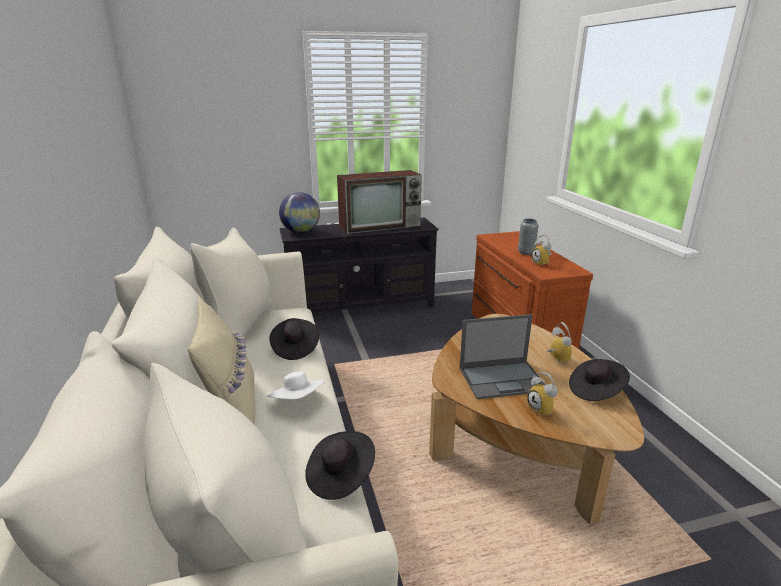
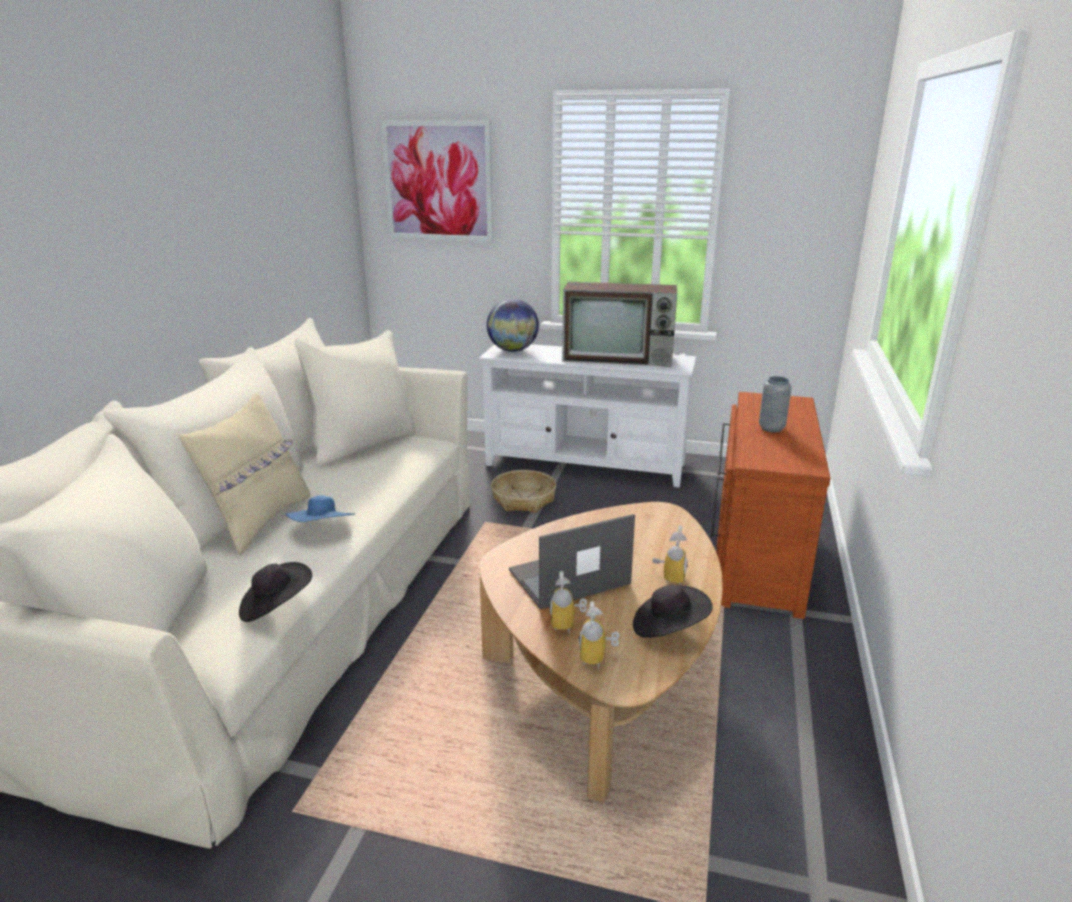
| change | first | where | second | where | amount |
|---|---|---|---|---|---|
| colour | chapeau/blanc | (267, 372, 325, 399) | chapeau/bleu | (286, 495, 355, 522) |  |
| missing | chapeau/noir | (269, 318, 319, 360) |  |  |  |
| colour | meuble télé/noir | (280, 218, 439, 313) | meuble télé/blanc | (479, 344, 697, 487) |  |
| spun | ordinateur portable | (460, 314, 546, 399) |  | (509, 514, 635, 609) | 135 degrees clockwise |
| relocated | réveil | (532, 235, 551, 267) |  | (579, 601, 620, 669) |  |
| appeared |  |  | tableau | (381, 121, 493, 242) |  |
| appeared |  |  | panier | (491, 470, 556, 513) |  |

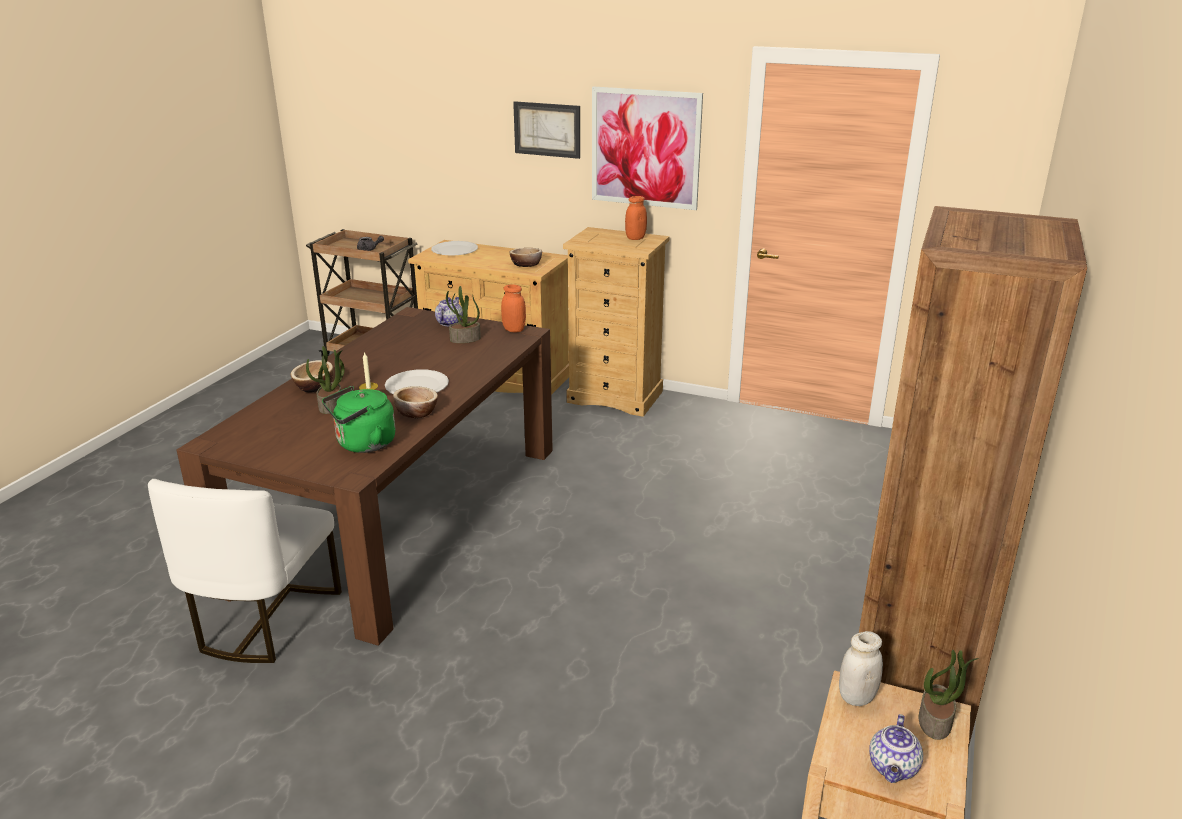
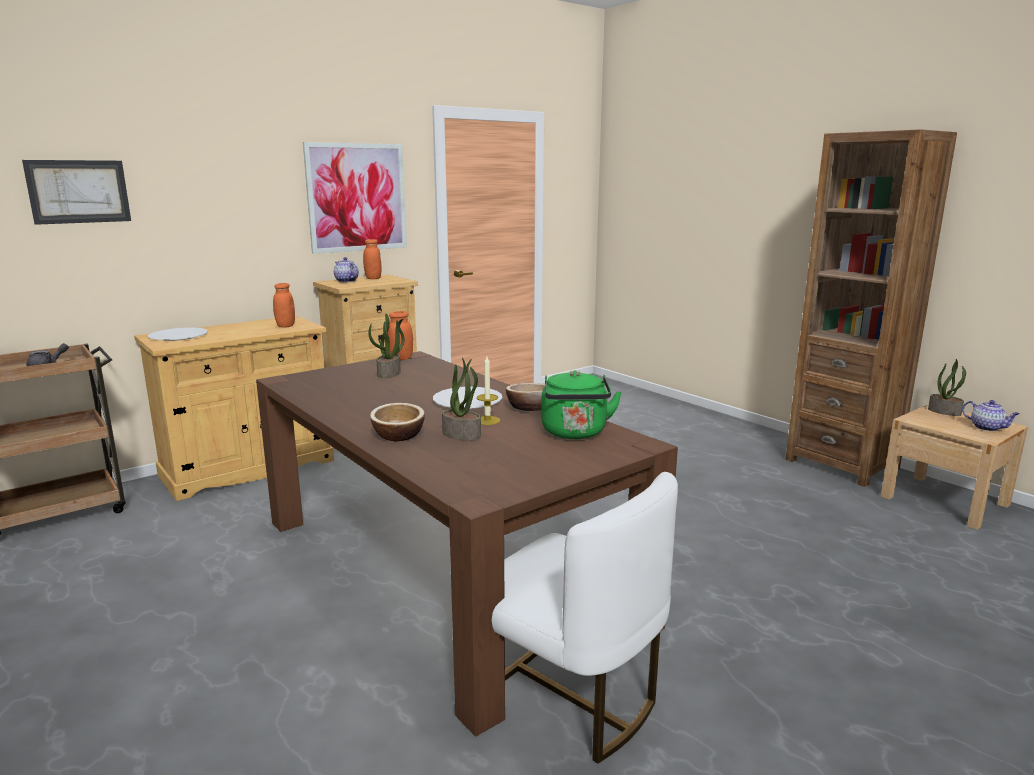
| change | first | where | second | where | amount |
|---|---|---|---|---|---|
| relocated | théière | (435, 297, 463, 326) |  | (334, 257, 359, 282) |  |
| exchanged | bol | (510, 248, 542, 267) | bocal/orange | (273, 283, 295, 328) |  |
| relocated | tableau | (513, 101, 580, 159) |  | (22, 160, 131, 225) |  |
| missing | bocal/blanc | (839, 631, 883, 706) |  |  |  |

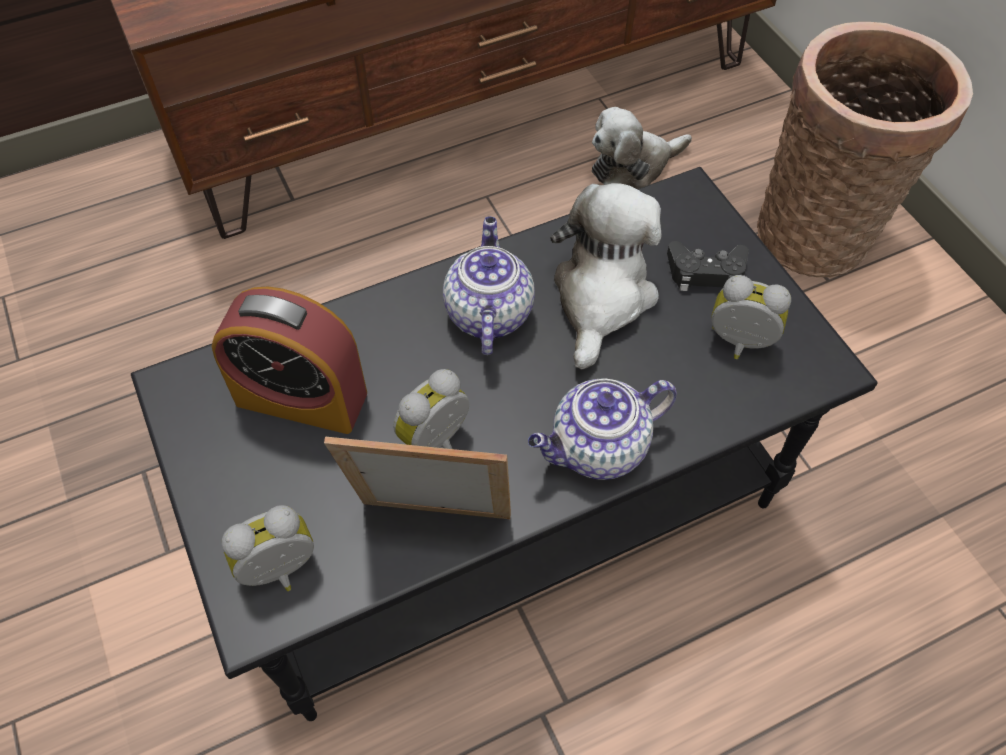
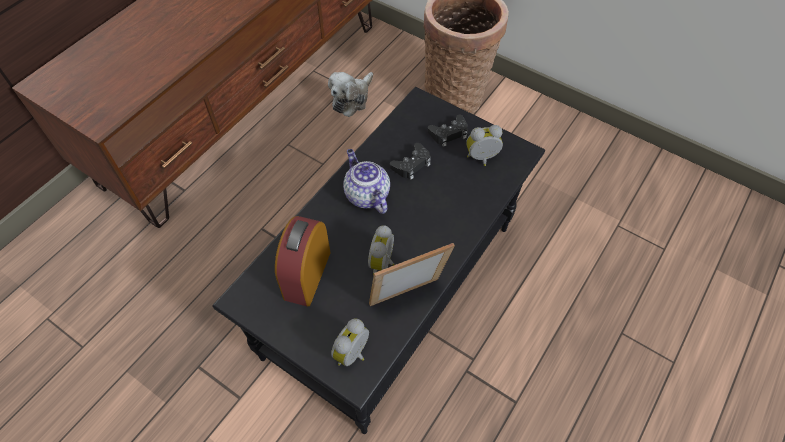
| change | first | where | second | where | amount |
|---|---|---|---|---|---|
| spun | réveil | (211, 287, 367, 434) |  | (275, 216, 330, 306) | 120 degrees clockwise |
| missing | théière | (528, 378, 677, 480) |  |  |  |
| exchanged | peluche | (550, 183, 661, 369) | manette/noir | (390, 143, 431, 180) |  |

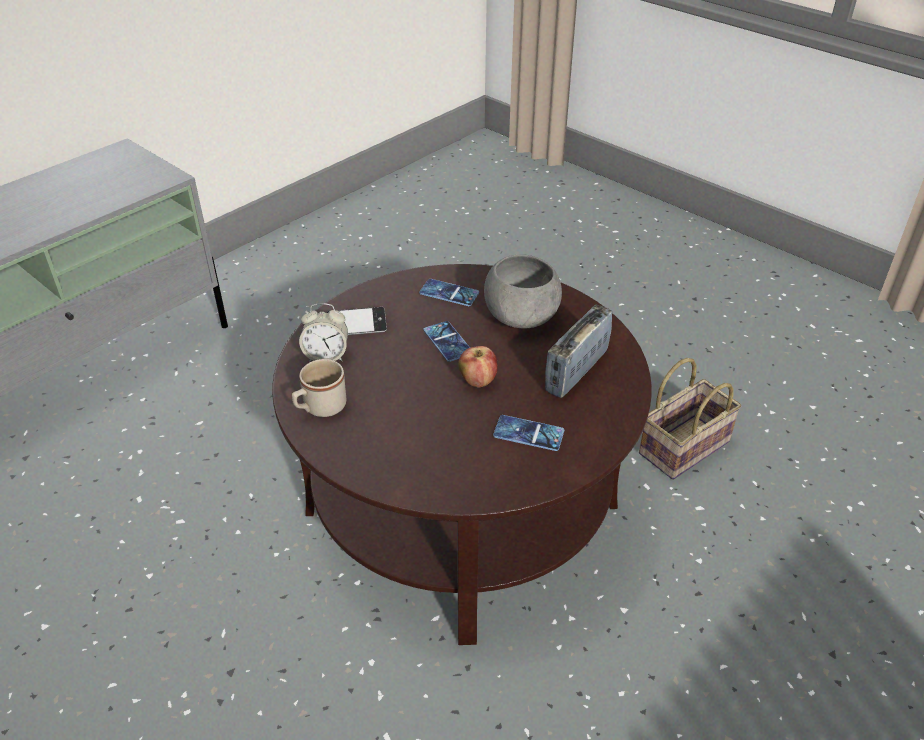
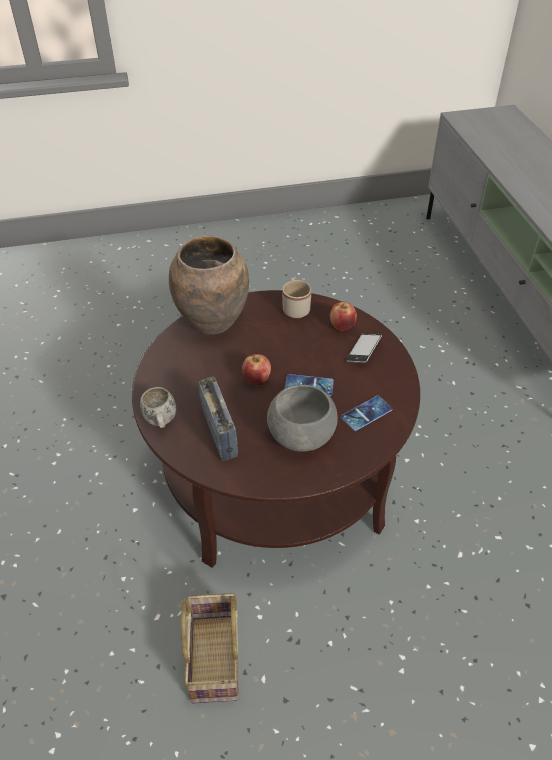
| change | first | where | second | where | amount |
|---|---|---|---|---|---|
| exchanged | réveil | (299, 303, 348, 362) | pomme | (330, 302, 357, 331) |  |
| missing | téléphone | (493, 415, 564, 451) |  |  |  |
| appeared |  |  | mug/blanc | (140, 387, 176, 428) |  |
| appeared |  |  | vase/marron | (169, 235, 249, 335) |  |

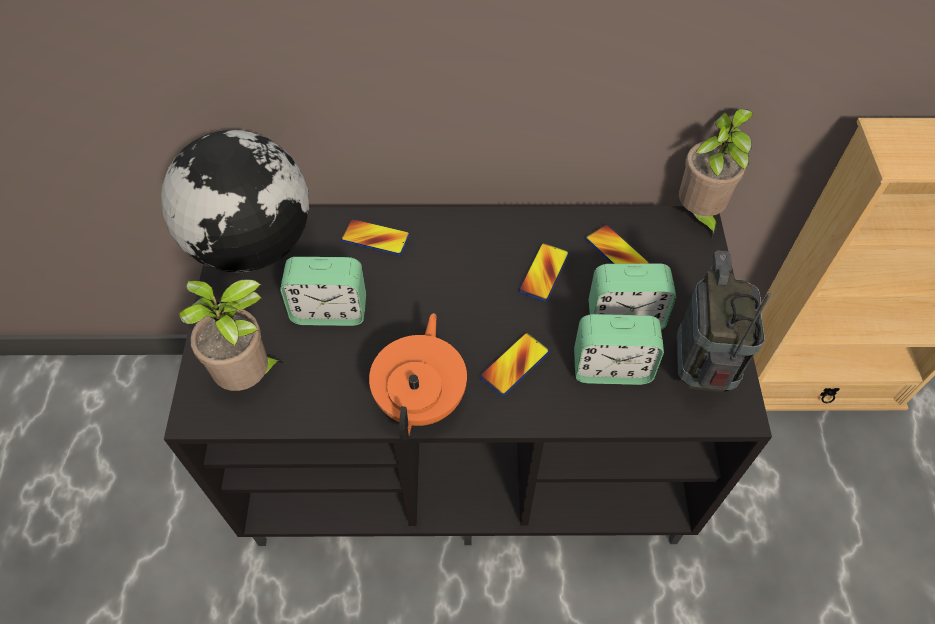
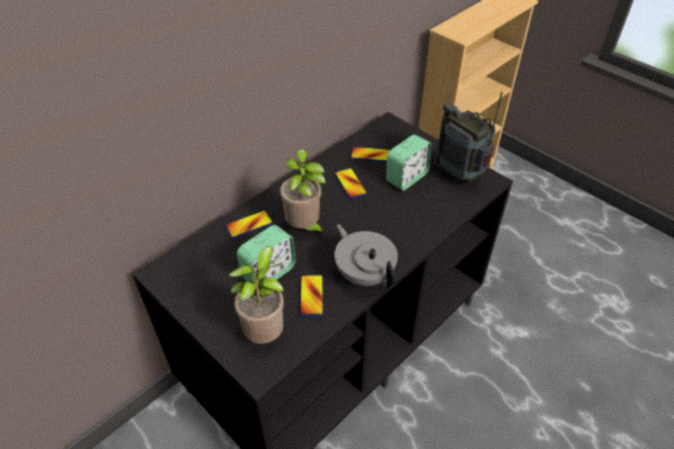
| change | first | where | second | where | amount |
|---|---|---|---|---|---|
| missing | globe | (161, 130, 309, 272) |  |  |  |
| colour | théière/orange | (369, 313, 467, 440) | théière/gris | (334, 224, 398, 288) |  |
| relocated | téléphone | (480, 333, 549, 396) |  | (300, 275, 323, 316) |  |
| missing | réveil | (574, 314, 664, 385) |  |  |  |
| relocated | plante en pot | (679, 109, 754, 239) |  | (280, 149, 325, 235) |  |

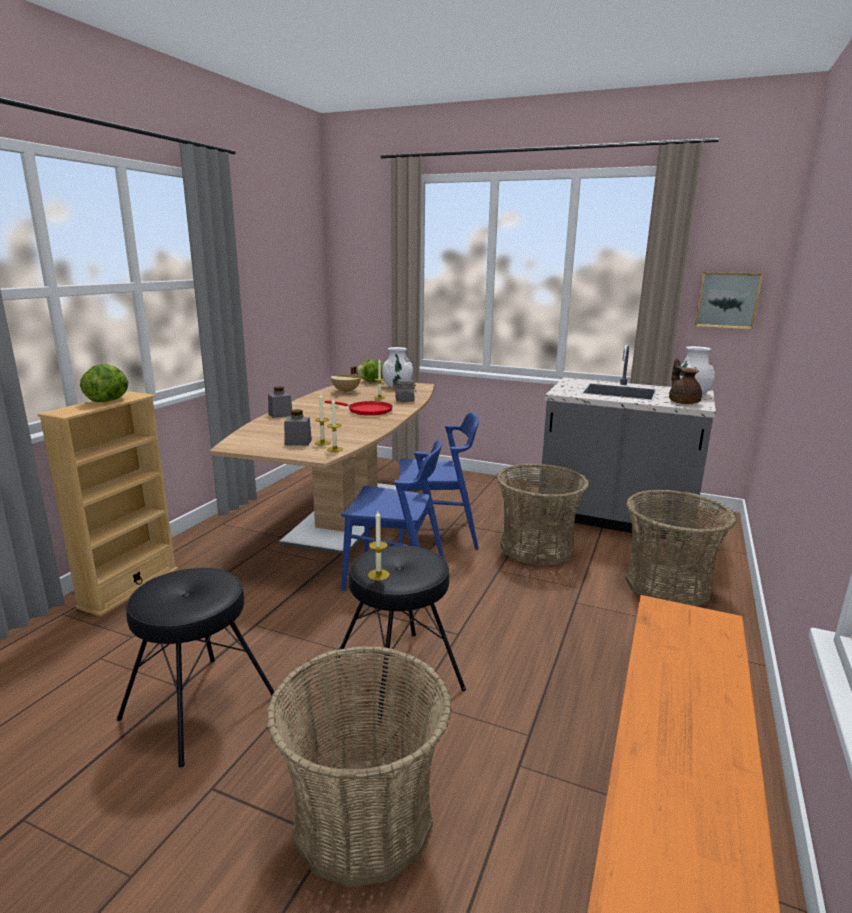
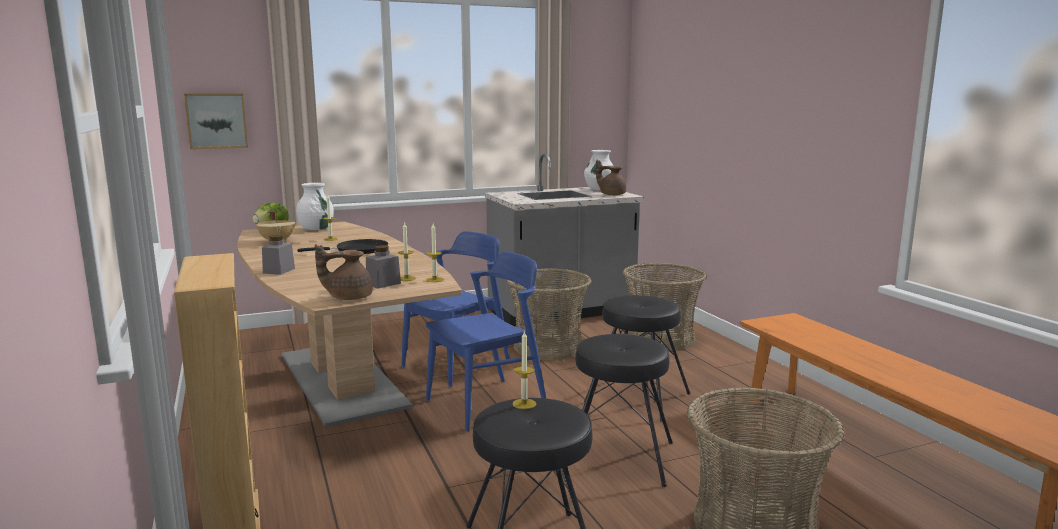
| change | first | where | second | where | amount |
|---|---|---|---|---|---|
| missing | laitue | (80, 364, 128, 402) |  |  |  |
| colour | poêle/rouge | (324, 400, 393, 416) | poêle/noir | (297, 239, 388, 254) |  |
| relocated | bougie | (368, 511, 390, 581) |  | (513, 331, 536, 409) |  |
| missing | bocal/gris | (393, 379, 416, 402) |  |  |  |
| relocated | tableau | (695, 272, 763, 329) |  | (184, 94, 248, 149) |  |
| appeared |  |  | théière/marron | (315, 244, 373, 300) |  |
| appeared |  |  | tabouret/noir | (584, 295, 690, 422) |  |

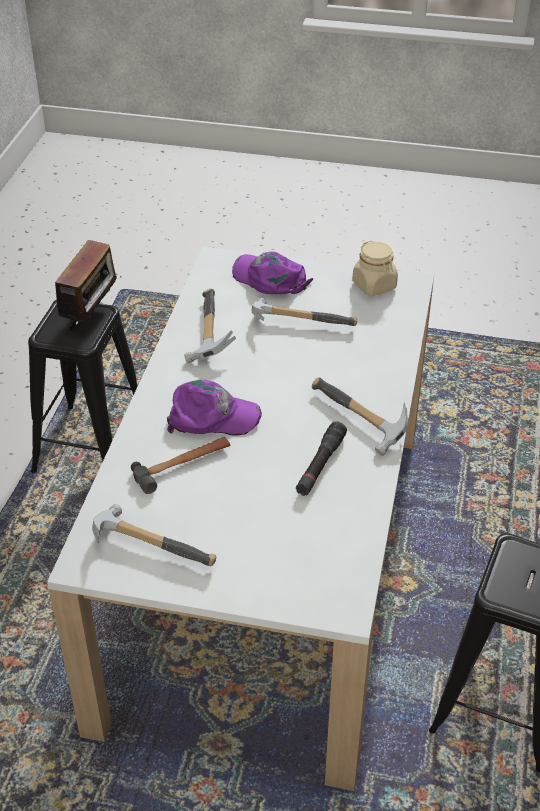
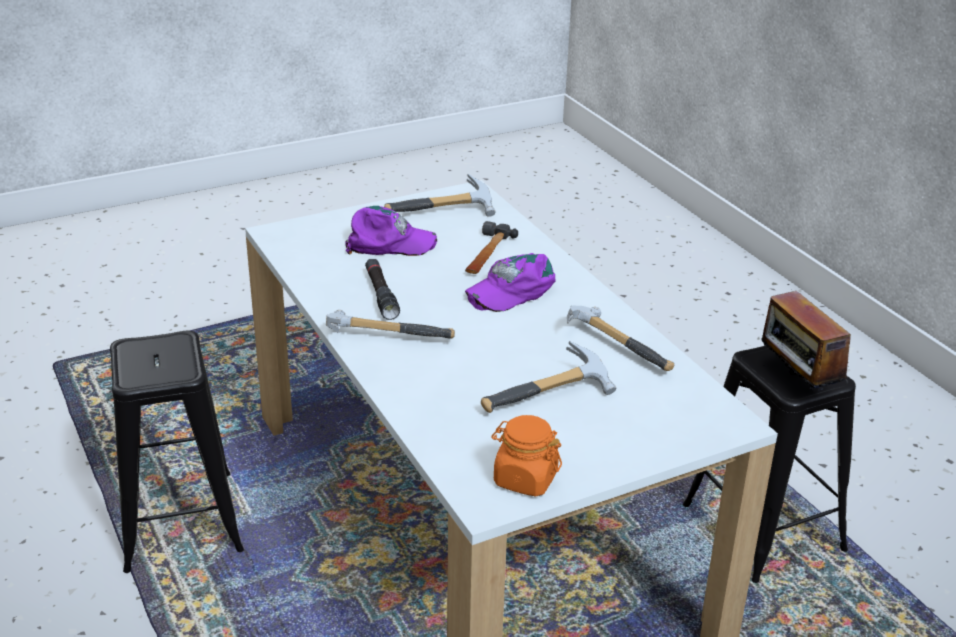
| change | first | where | second | where | amount |
|---|---|---|---|---|---|
| relocated | casquette/violet | (232, 251, 313, 294) |  | (345, 206, 437, 256) |  |
| colour | bocal/beige | (352, 240, 398, 296) | bocal/orange | (491, 415, 562, 497) |  |

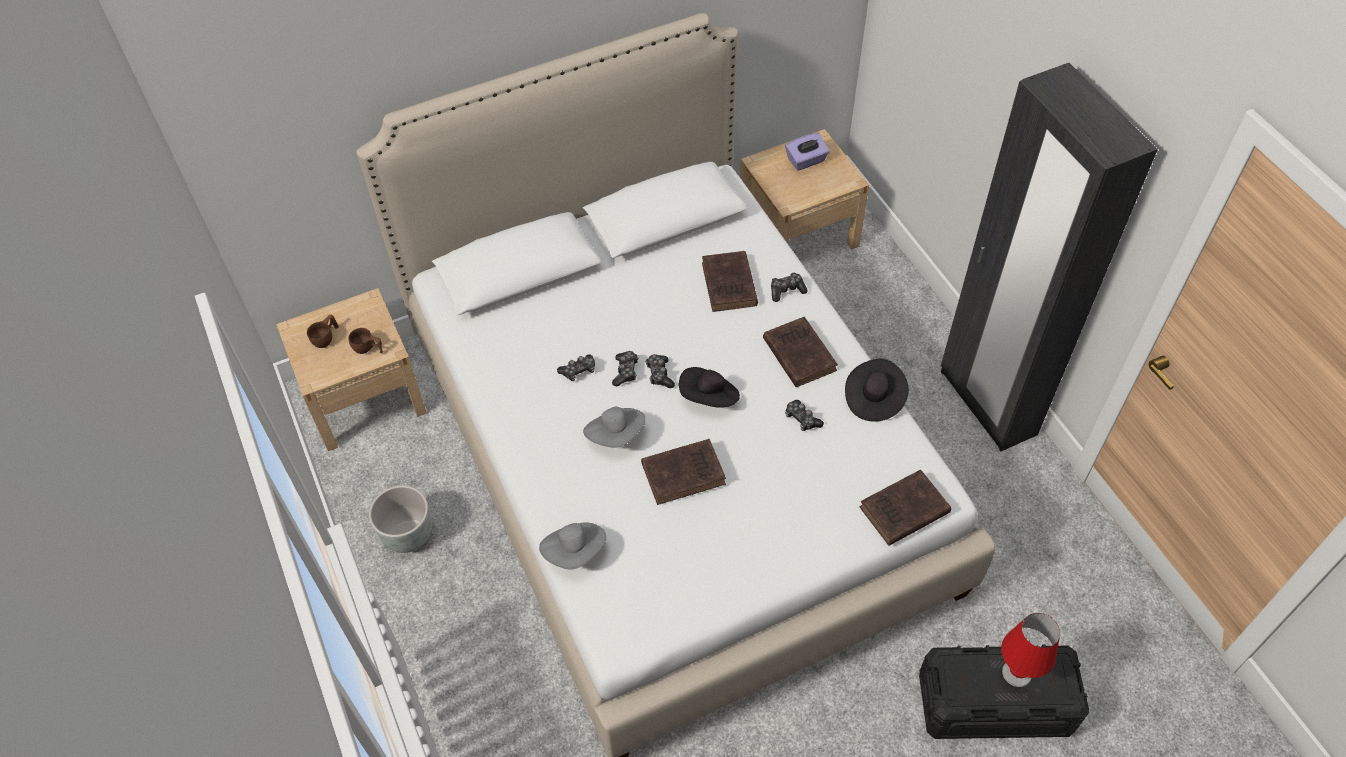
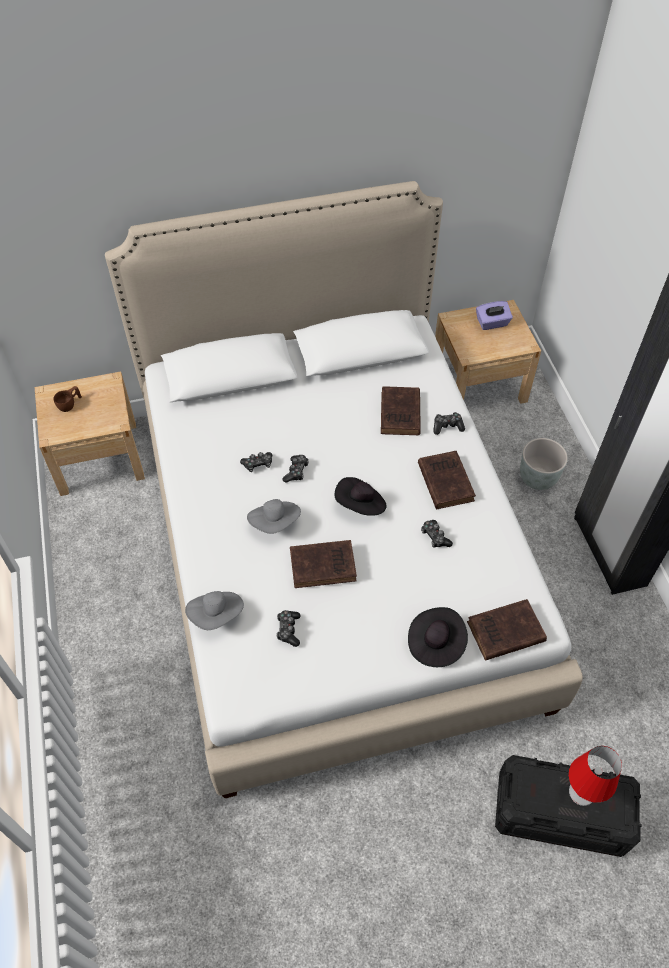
| change | first | where | second | where | amount |
|---|---|---|---|---|---|
| missing | tasse/marron | (348, 328, 383, 354) |  |  |  |
| relocated | cache-pot/gris | (369, 485, 432, 553) |  | (520, 438, 568, 490) |  |
| relocated | manette | (646, 354, 675, 388) |  | (276, 610, 300, 647) |  |
| relocated | chapeau/noir | (845, 358, 909, 422) |  | (408, 607, 468, 667) |  |

